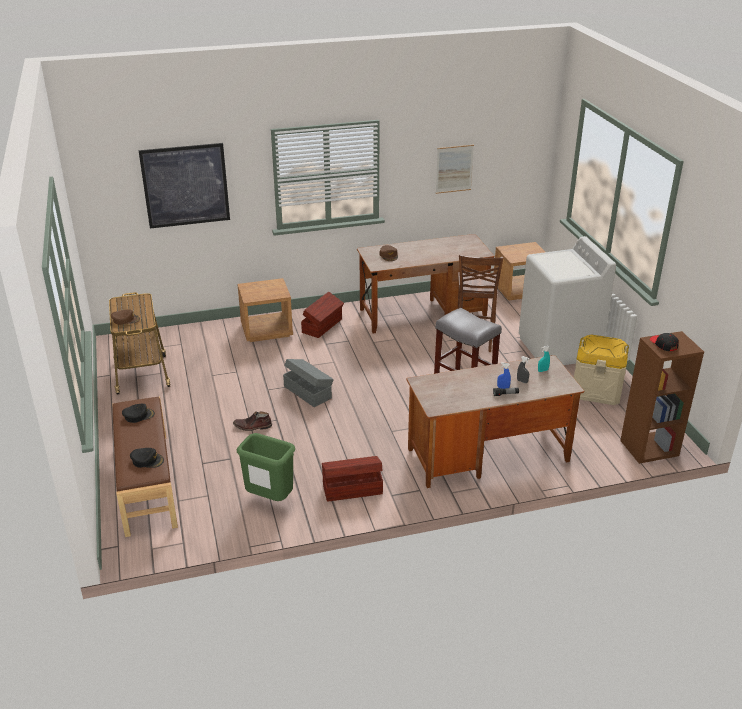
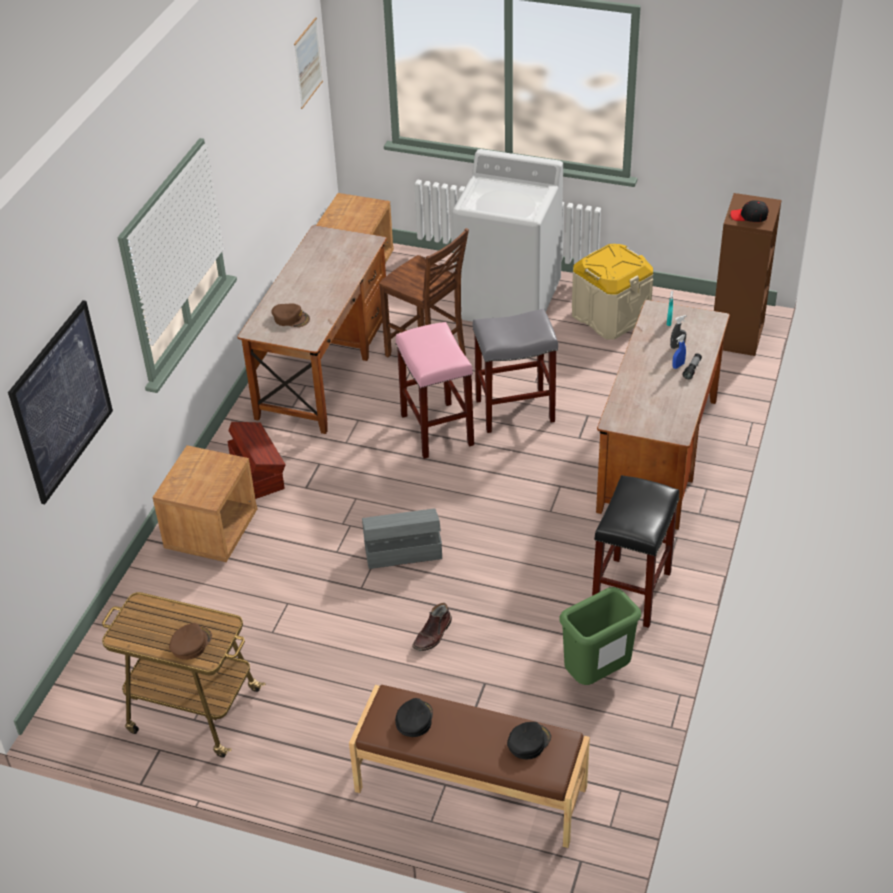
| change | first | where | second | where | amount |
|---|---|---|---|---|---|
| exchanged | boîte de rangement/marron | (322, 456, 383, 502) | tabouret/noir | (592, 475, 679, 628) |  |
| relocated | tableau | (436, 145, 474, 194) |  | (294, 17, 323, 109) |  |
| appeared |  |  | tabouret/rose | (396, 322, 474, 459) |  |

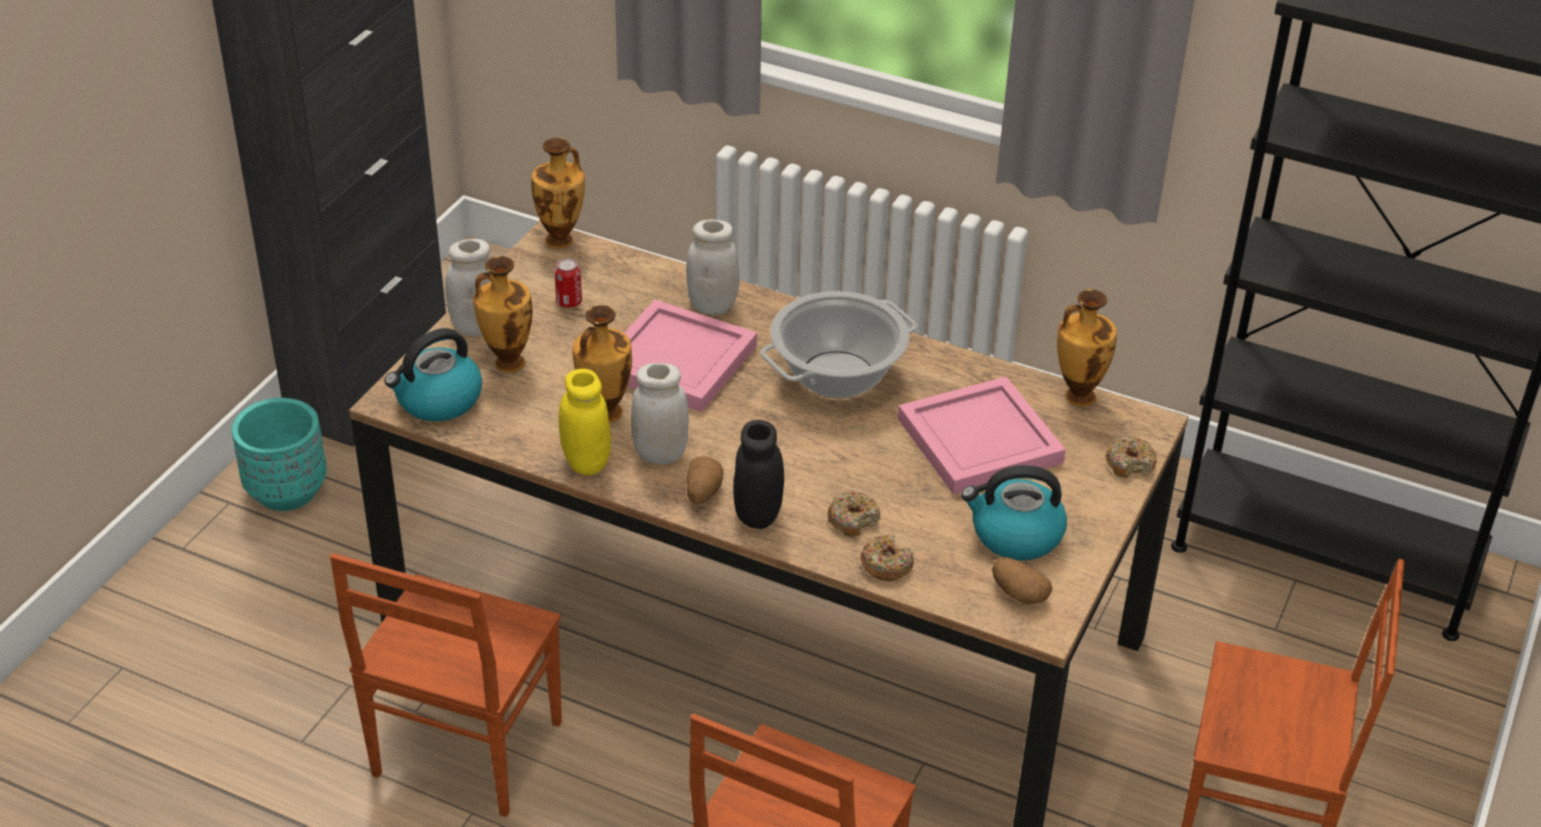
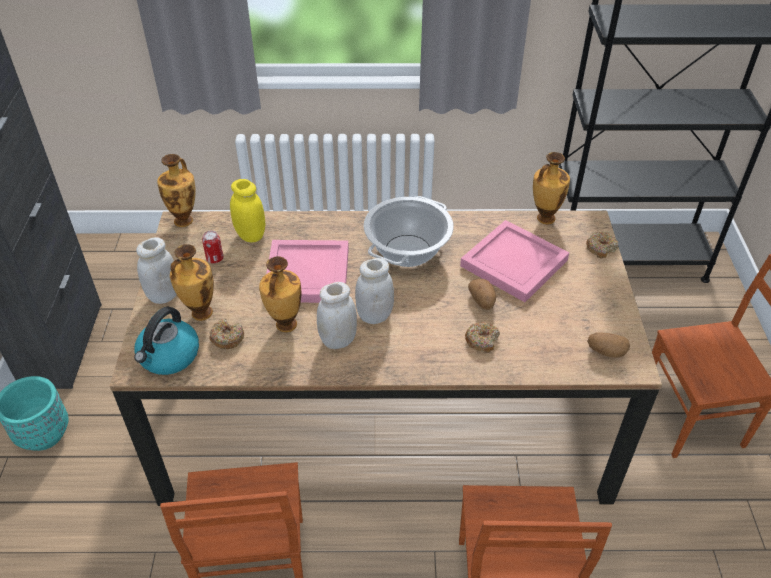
| change | first | where | second | where | amount |
|---|---|---|---|---|---|
| relocated | bocal/jaune | (559, 369, 611, 475) |  | (230, 179, 265, 242) |  |
| relocated | bocal/blanc | (686, 219, 739, 315) |  | (355, 258, 394, 324) |  |
| relocated | pomme de terre | (686, 456, 724, 504) |  | (468, 279, 496, 310) |  |
| missing | bocal/noir | (733, 420, 784, 529) |  |  |  |
| relocated | beignet | (860, 534, 914, 581) |  | (209, 318, 244, 349) |  |
| missing | bouilloire | (961, 465, 1067, 561) |  |  |  |

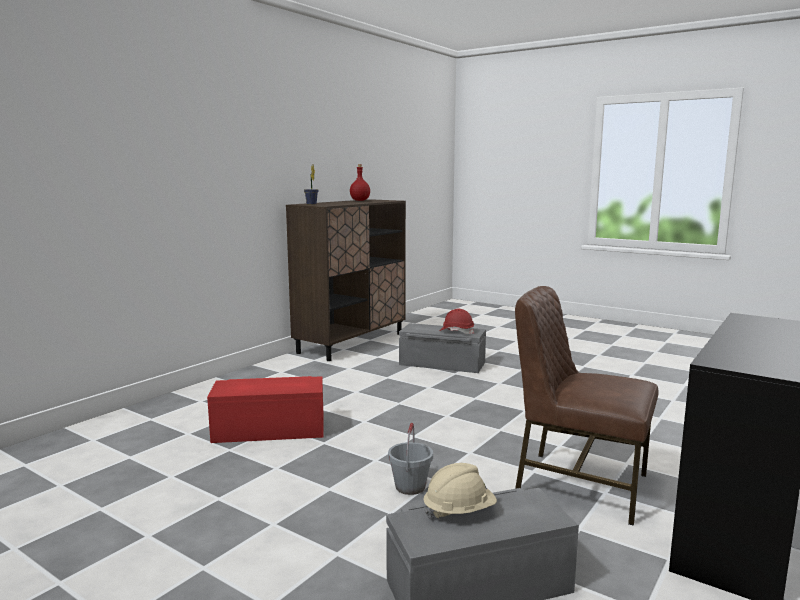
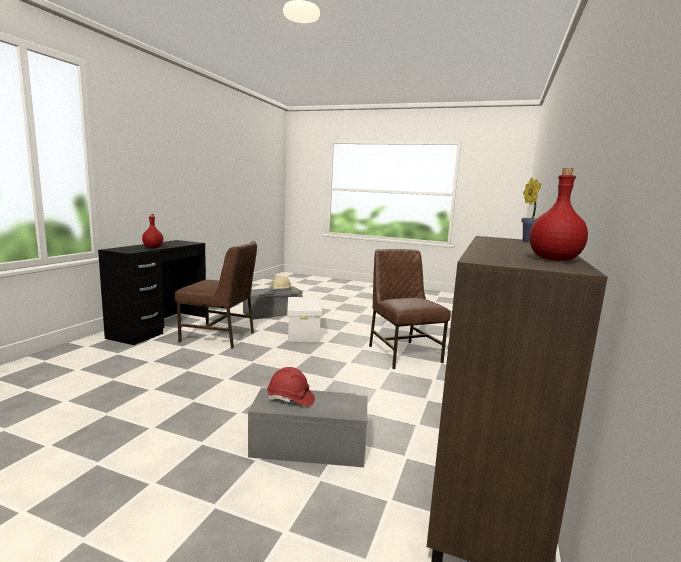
| change | first | where | second | where | amount |
|---|---|---|---|---|---|
| exchanged | boîte de rangement/rouge | (207, 376, 324, 443) | chaise/marron | (369, 249, 451, 369) |  |
| exchanged | seau/gris | (388, 423, 433, 495) | boîte de rangement/blanc | (287, 297, 322, 342) |  |
| appeared |  |  | bouteille/rouge | (142, 214, 163, 248) |  |

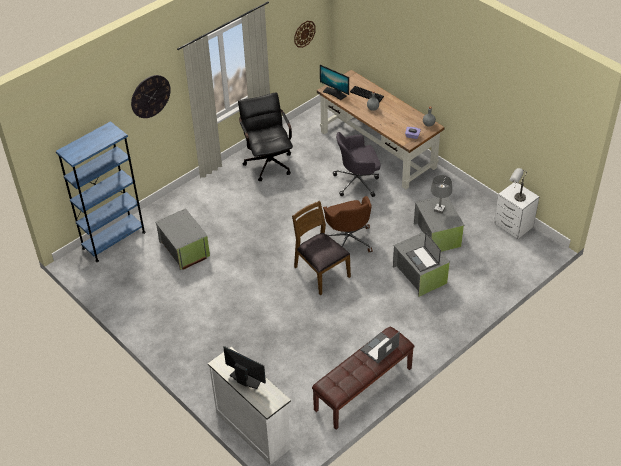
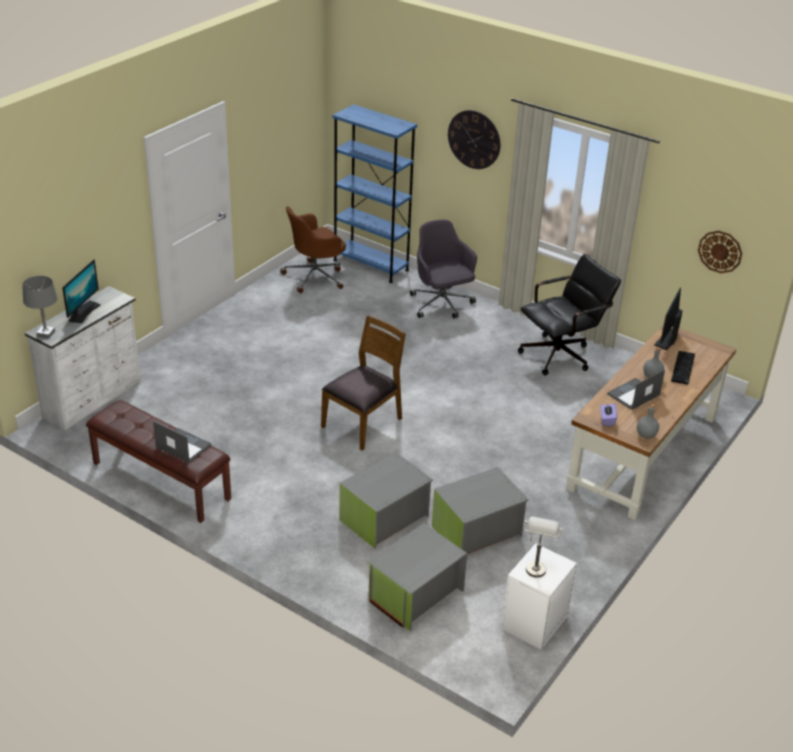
| change | first | where | second | where | amount |
|---|---|---|---|---|---|
| relocated | boîte de rangement/gris | (155, 208, 210, 270) |  | (367, 524, 467, 631) |  |
| relocated | chaise de bureau/marron | (323, 196, 372, 252) |  | (280, 206, 346, 293) |  |
| relocated | chaise de bureau/gris | (333, 132, 380, 197) |  | (410, 219, 477, 318) |  |
| relocated | ordinateur portable | (406, 232, 441, 272) |  | (607, 369, 665, 410) |  |
| relocated | lampe de table/gris | (431, 175, 452, 214) |  | (22, 276, 57, 338) |  |

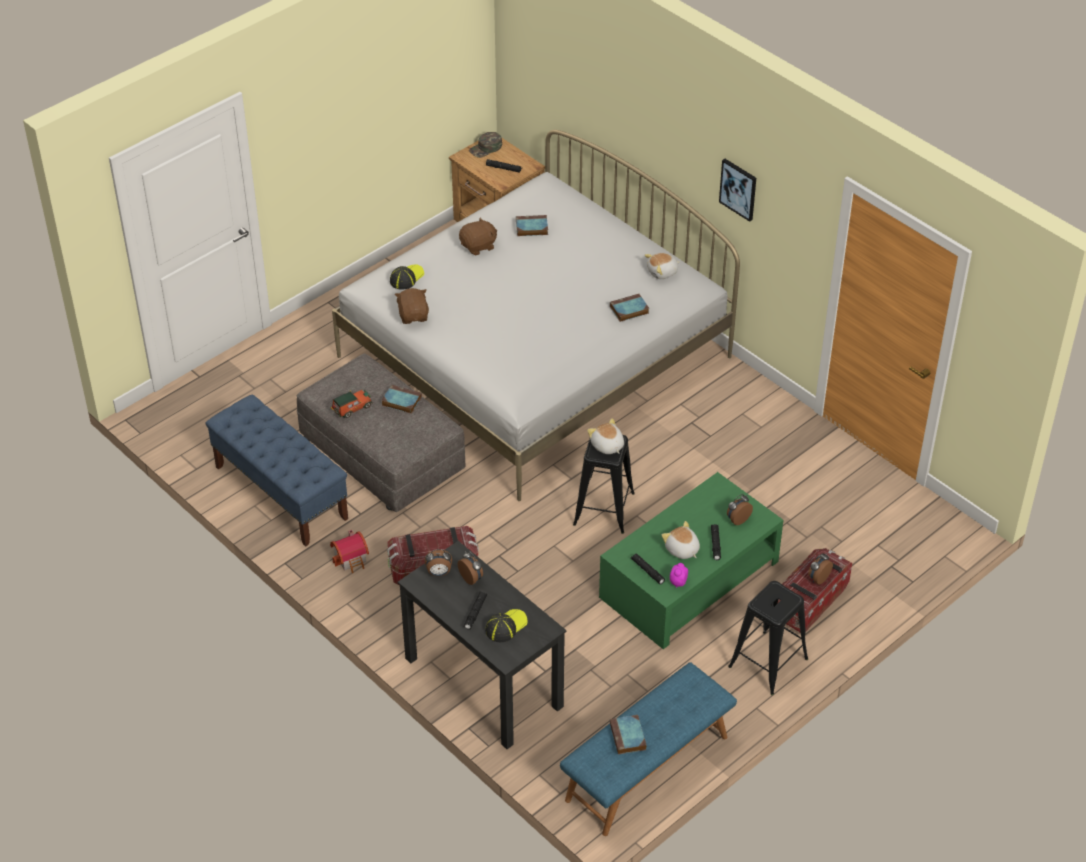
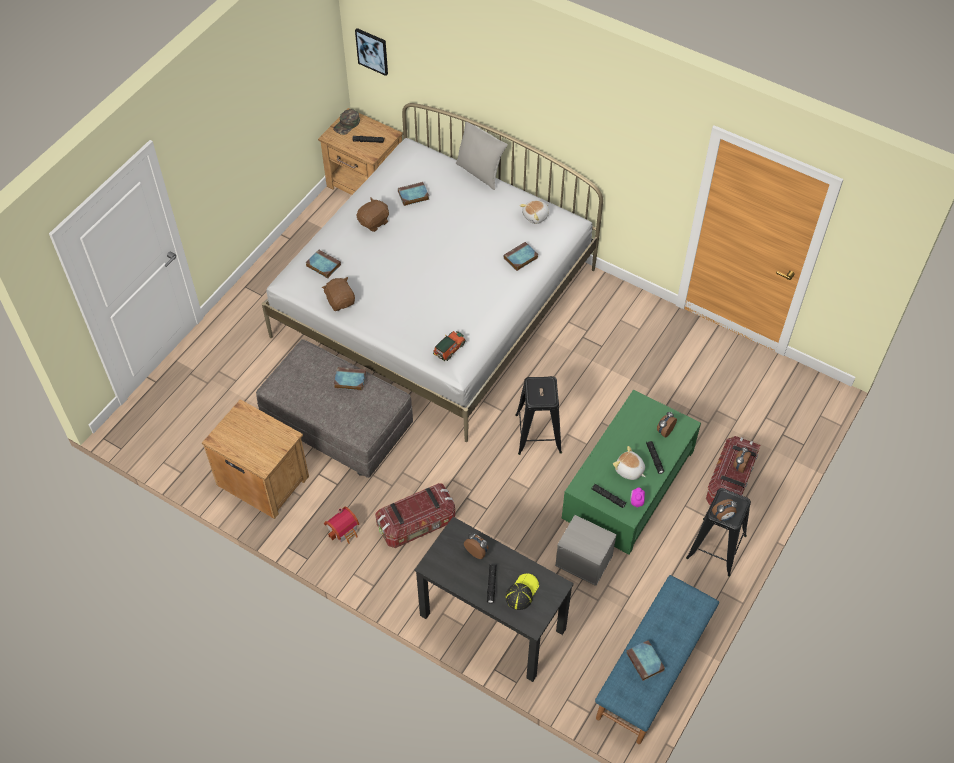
| change | first | where | second | where | amount |
|---|---|---|---|---|---|
| exchanged | banc/bleu | (206, 394, 348, 547) | table de chevet/marron | (202, 399, 309, 519) |  |
| relocated | petite voiture | (331, 390, 373, 418) |  | (433, 331, 467, 361) |  |
| exchanged | casquette | (390, 264, 424, 290) | livre | (306, 250, 341, 278) |  |
| relocated | réveil | (425, 549, 452, 576) |  | (712, 499, 738, 521) |  |
| missing | peluche | (587, 418, 624, 454) |  |  |  |
| relocated | tableau | (719, 159, 756, 222) |  | (355, 28, 388, 76) |  |
| appeared |  |  | coussin/gris | (456, 122, 508, 190) |  |
| appeared |  |  | boîte de rangement/gris | (555, 515, 617, 586) |  |

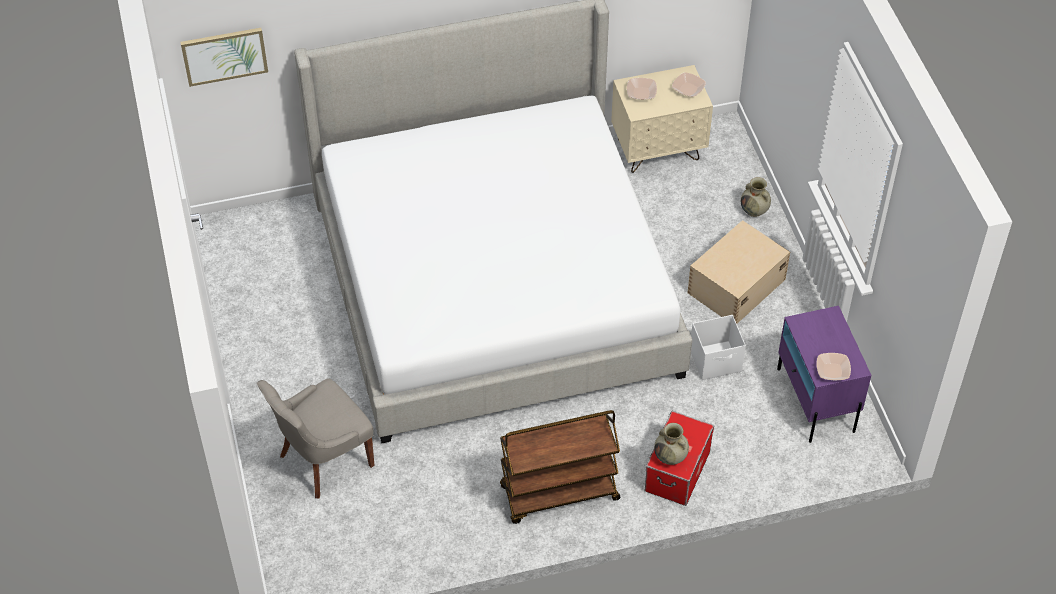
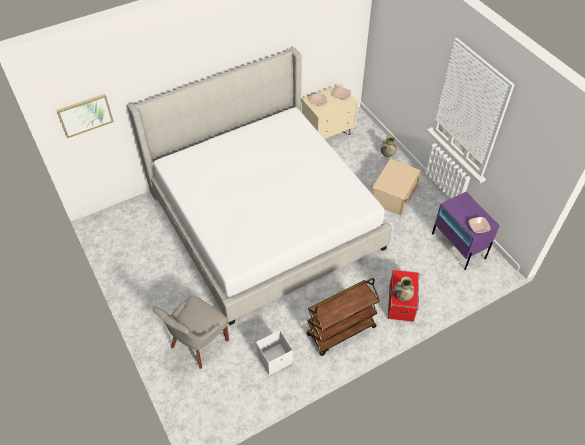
| change | first | where | second | where | amount |
|---|---|---|---|---|---|
| relocated | boîte de rangement/blanc | (691, 315, 746, 380) |  | (256, 330, 293, 375) |  |

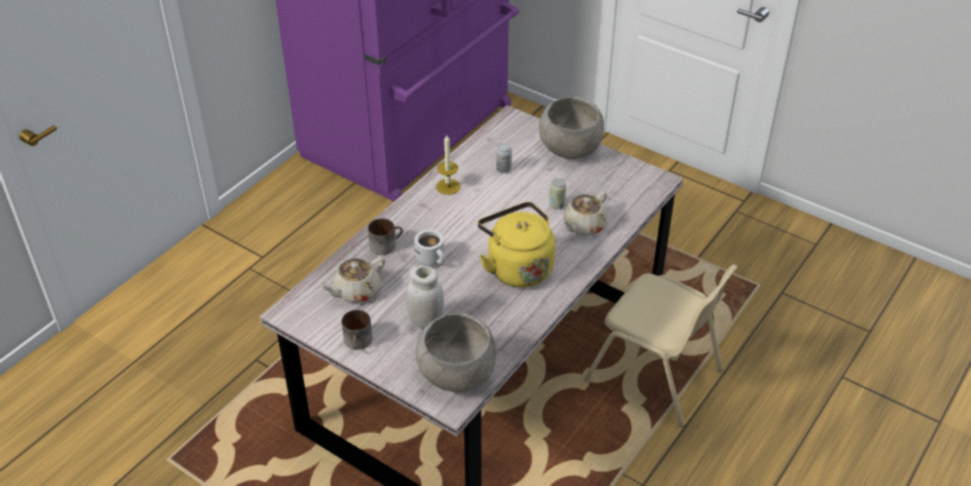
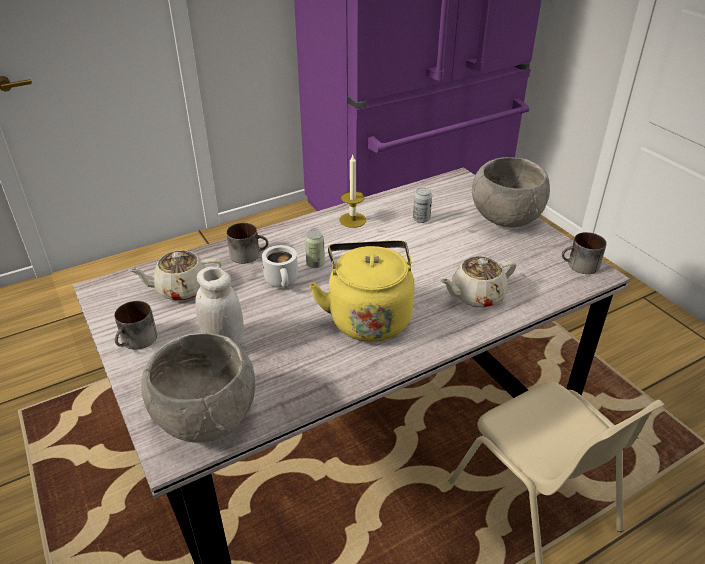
| change | first | where | second | where | amount |
|---|---|---|---|---|---|
| relocated | boîte métallique | (549, 178, 566, 209) |  | (305, 230, 325, 268) |  |
| appeared |  |  | mug | (562, 232, 607, 274) |  |

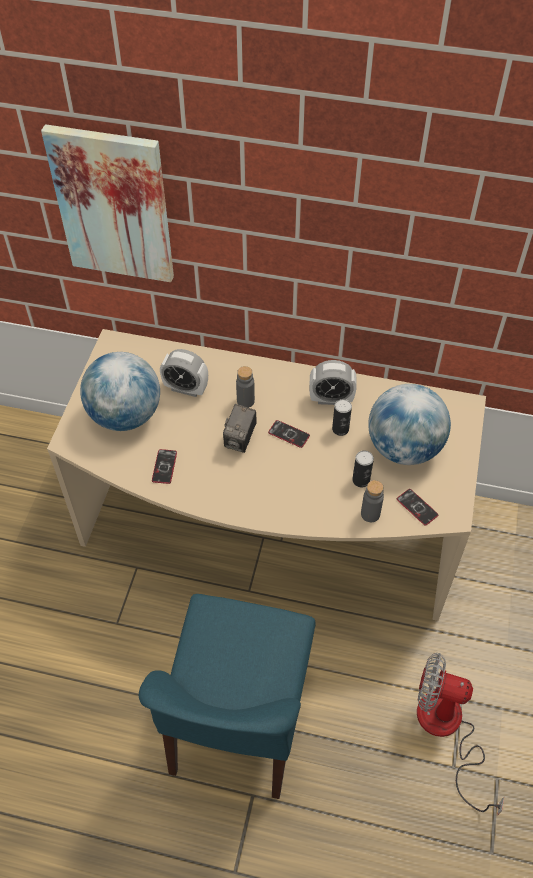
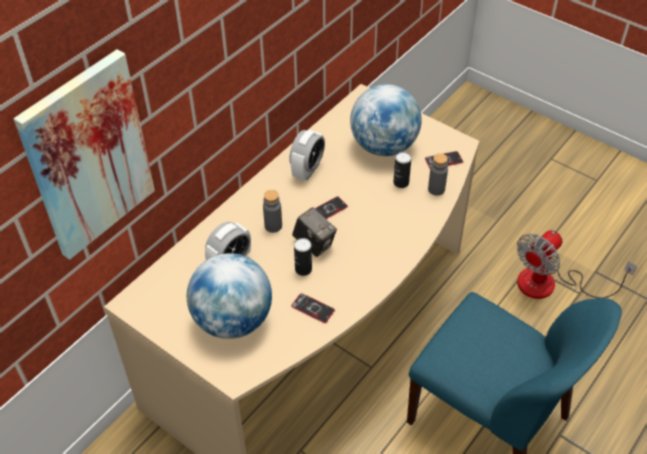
| change | first | where | second | where | amount |
|---|---|---|---|---|---|
| relocated | boîte métallique | (332, 399, 352, 436) |  | (294, 238, 312, 276) |  |

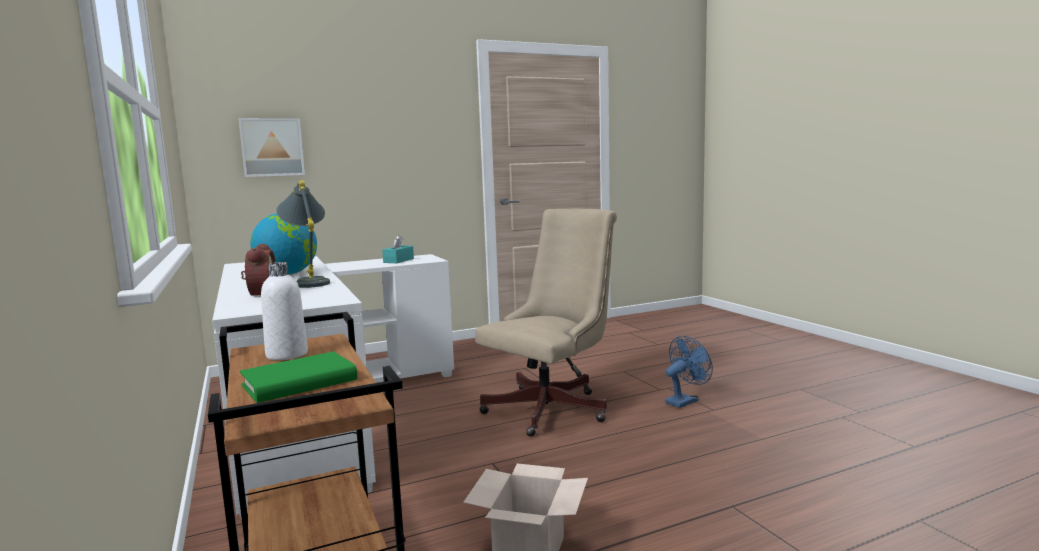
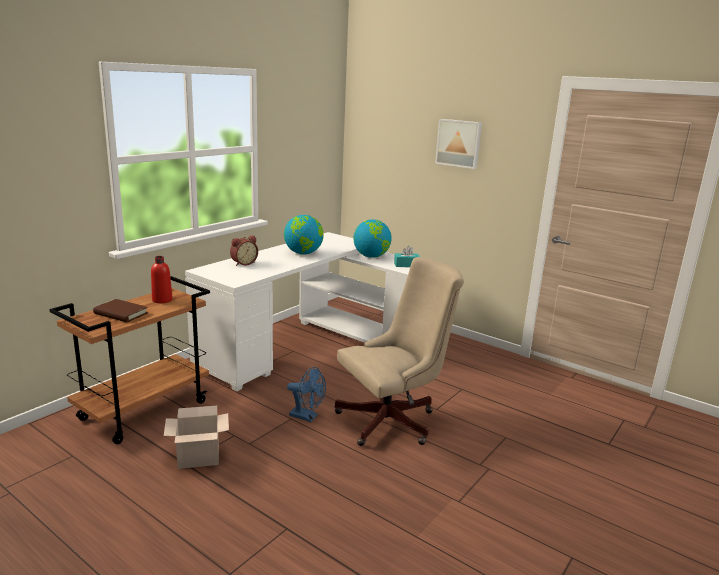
| change | first | where | second | where | amount |
|---|---|---|---|---|---|
| relocated | tableau | (238, 118, 305, 177) |  | (435, 119, 482, 169) |  |
| colour | livre/vert | (240, 351, 357, 403) | livre/marron | (93, 299, 148, 323) |  |
| colour | bouteille/blanc | (261, 262, 308, 360) | bouteille/rouge | (151, 256, 172, 303) |  |
| missing | lampe de table/gris | (276, 180, 330, 288) |  |  |  |
| spun | chaise de bureau/beige | (475, 209, 617, 437) |  | (335, 257, 464, 446) | 45 degrees counterclockwise |
| relocated | ventilateur/bleu | (665, 336, 713, 408) |  | (287, 367, 326, 422) |  |
| appeared |  |  | globe | (354, 219, 392, 258) |  |

